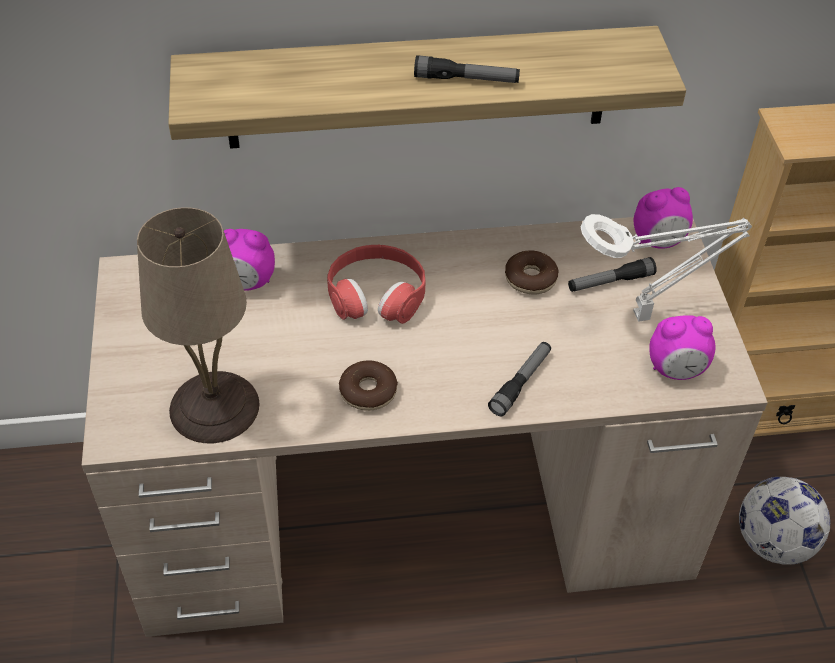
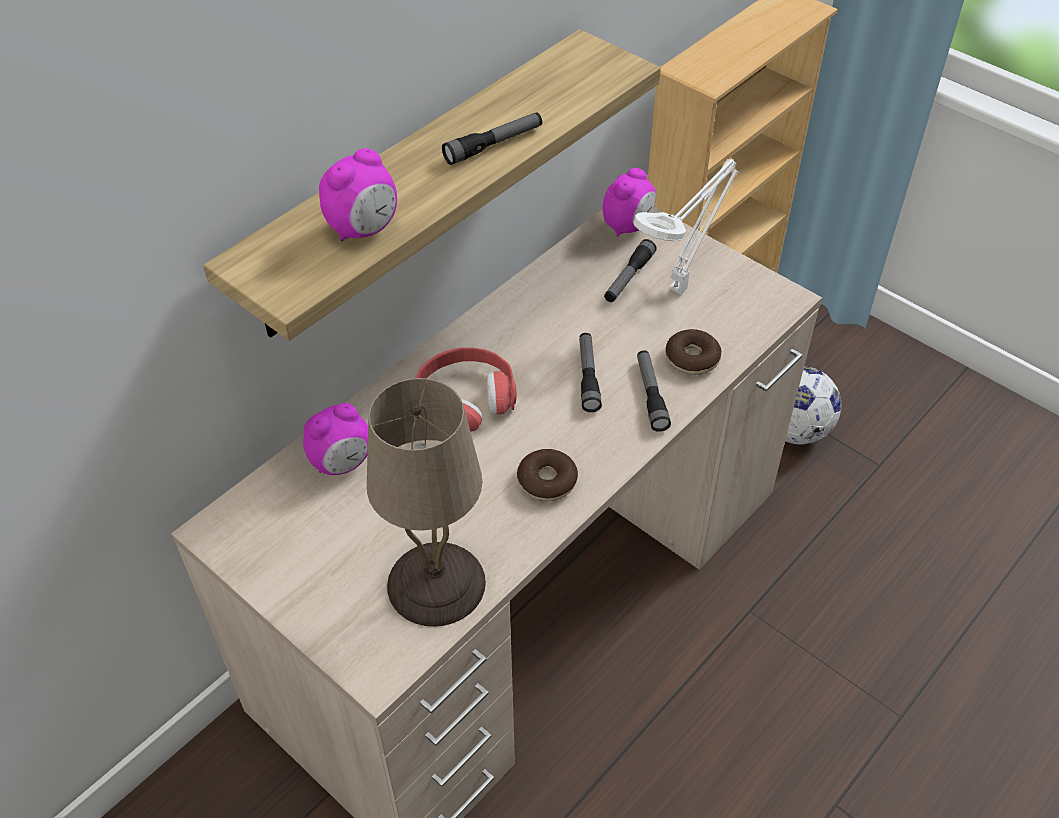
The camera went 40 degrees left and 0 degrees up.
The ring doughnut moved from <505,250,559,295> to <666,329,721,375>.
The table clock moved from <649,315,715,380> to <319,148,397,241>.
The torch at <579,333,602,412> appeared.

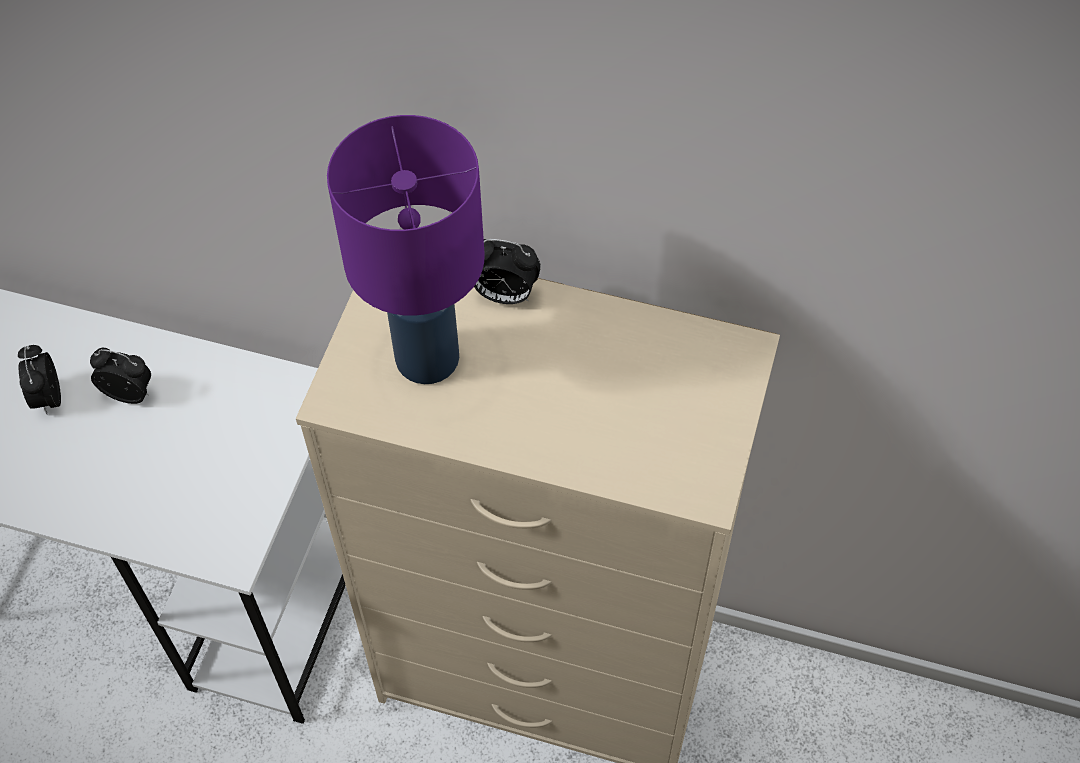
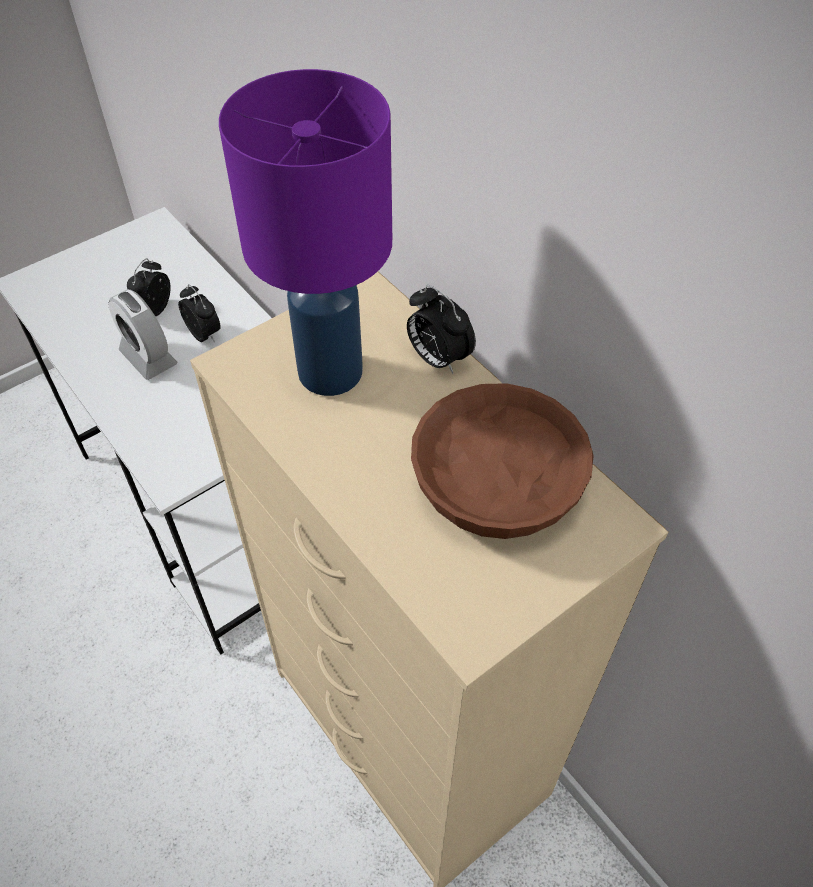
The camera went 35 degrees right and 5 degrees down.
The table clock at <108,289,177,380> appeared.
The deep dish/brown-coloured at <411,383,594,539> appeared.

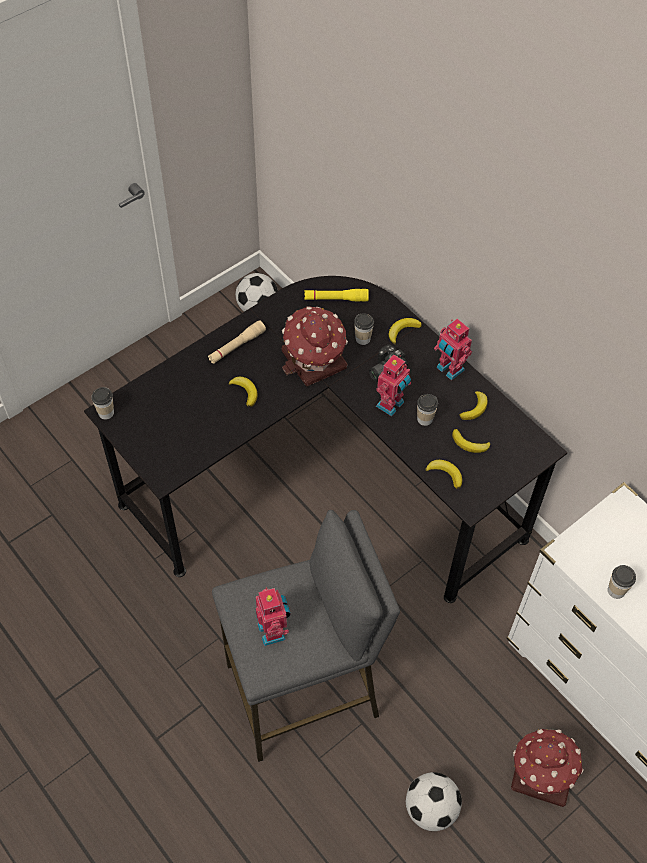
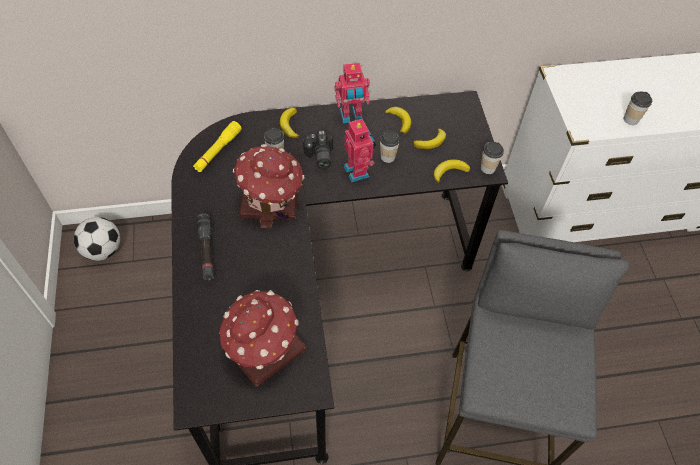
The camera went 60 degrees left and 0 degrees up.
The cup moved from <91,387,114,419> to <481,142,504,174>.
The torch/sand-coloured at <208,320,266,364> became the torch/blackish at <196,213,214,281>.
The banana at <229,377,257,407> disappeared.
The model robot at <256,587,291,646> disappeared.
The football ball at <406,772,462,831> disappeared.
The toy house moved from <511,729,584,807> to <219,290,306,387>.

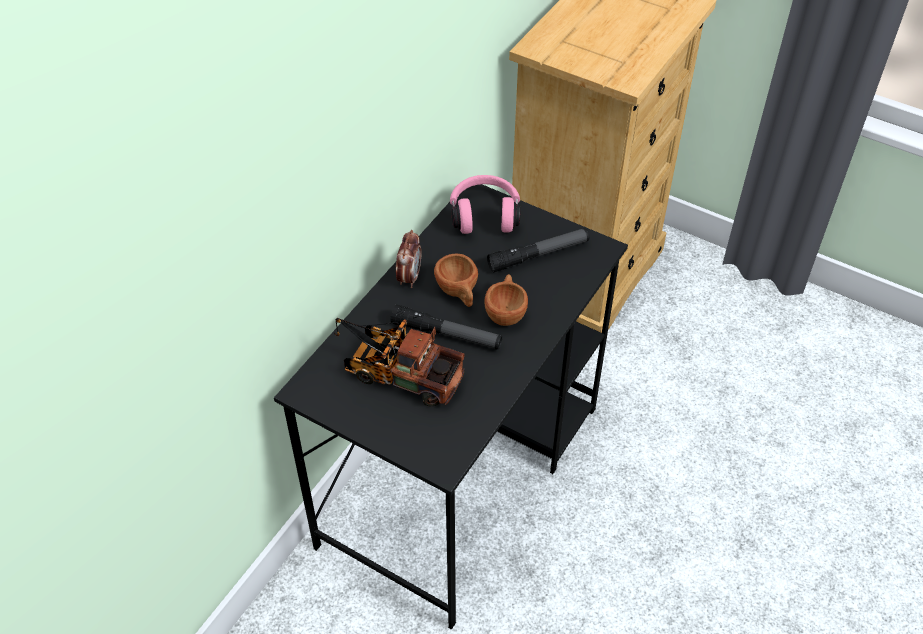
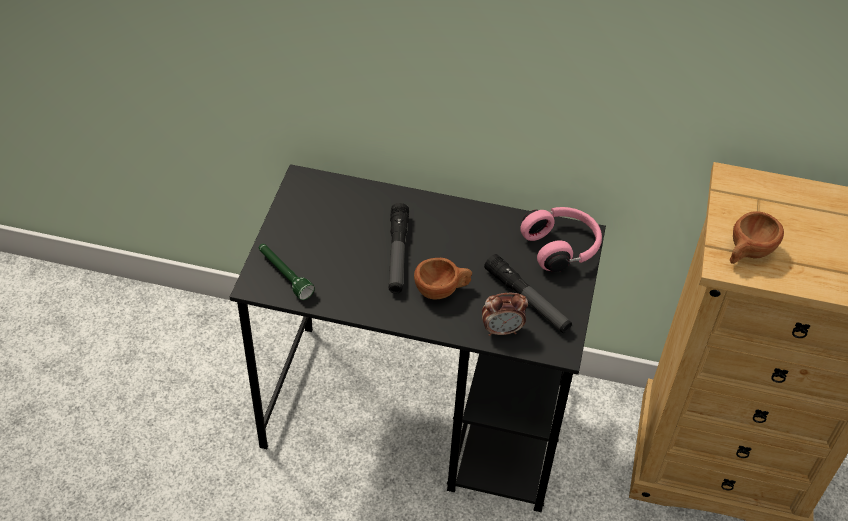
The camera went 70 degrees right and 0 degrees up.
The model truck at <334,318,465,406> disappeared.
The table clock moved from <396,230,422,288> to <482,293,528,336>.
The cup/brown-coloured moved from <434,254,478,307> to <730,211,784,264>.
The torch/green at <259,244,315,300> appeared.

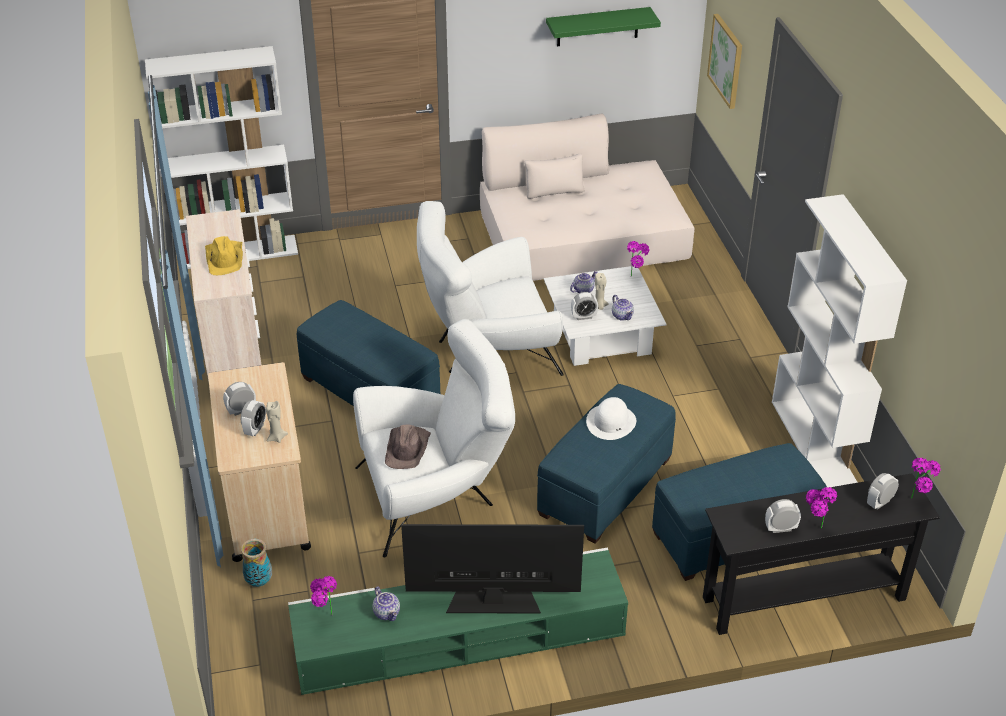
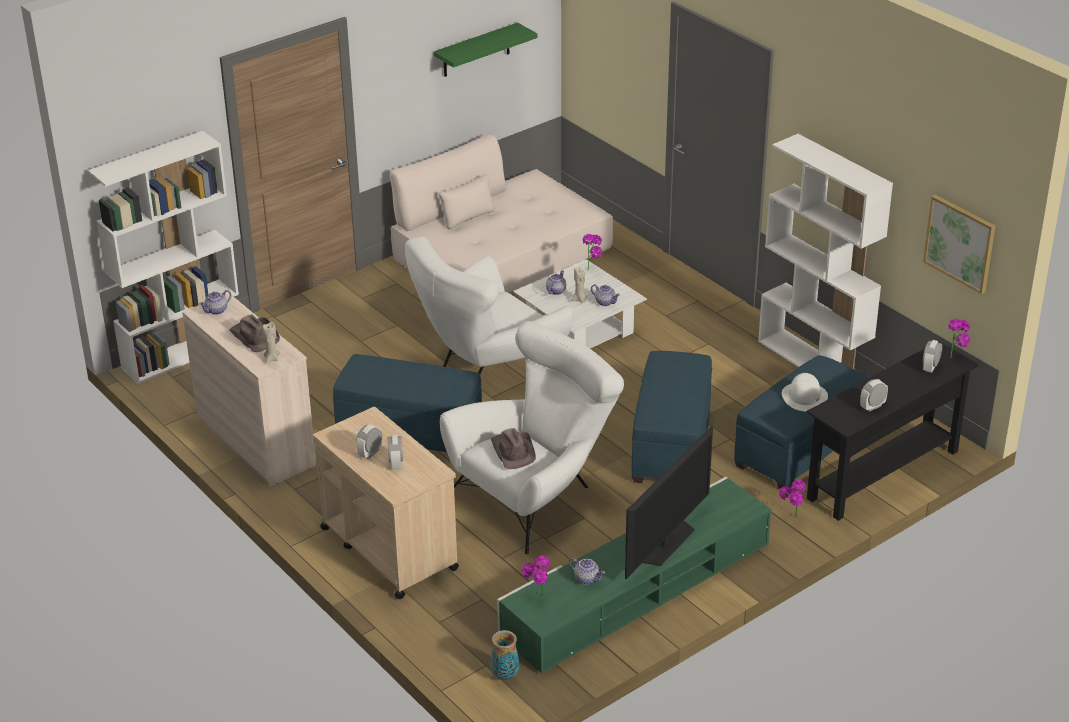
The camera went 25 degrees left and 5 degrees down.
The wearable hat/yellowish at <205,236,243,275> became the wearable hat/brown-coloured at <229,314,280,352>.
The vase moved from <241,539,272,587> to <490,630,519,680>.
The candle/sand-coloured moved from <266,401,288,443> to <263,322,280,363>.
The TV set at <401,524,584,613> turned 150 degrees clockwise.
The table clock at <571,292,598,320> disappeared.
The wearable hat/white moved from <586,397,636,440> to <782,373,828,411>.
The wall picture moved from <707,14,742,109> to <923,195,995,294>.
The houseplant moved from <806,487,837,529> to <779,480,806,517>.
The tea pot at <199,290,231,315> appeared.

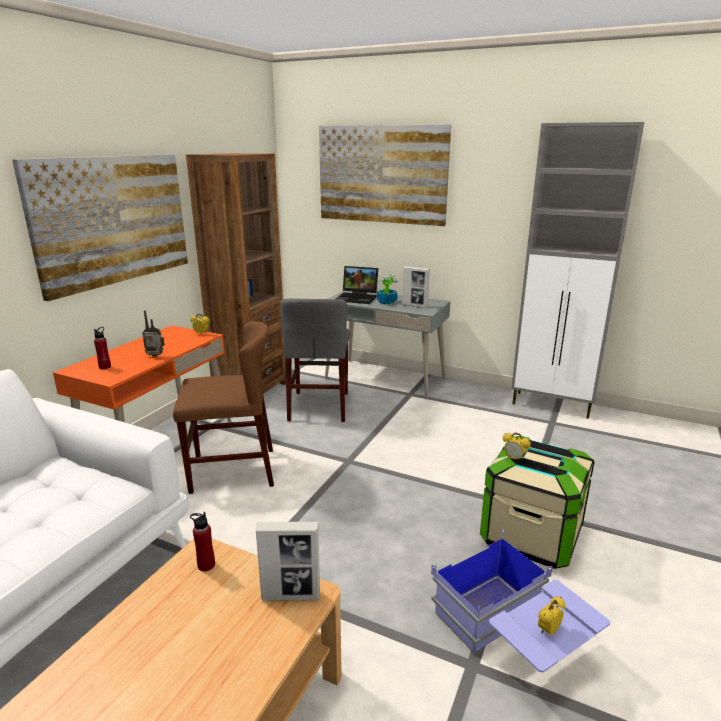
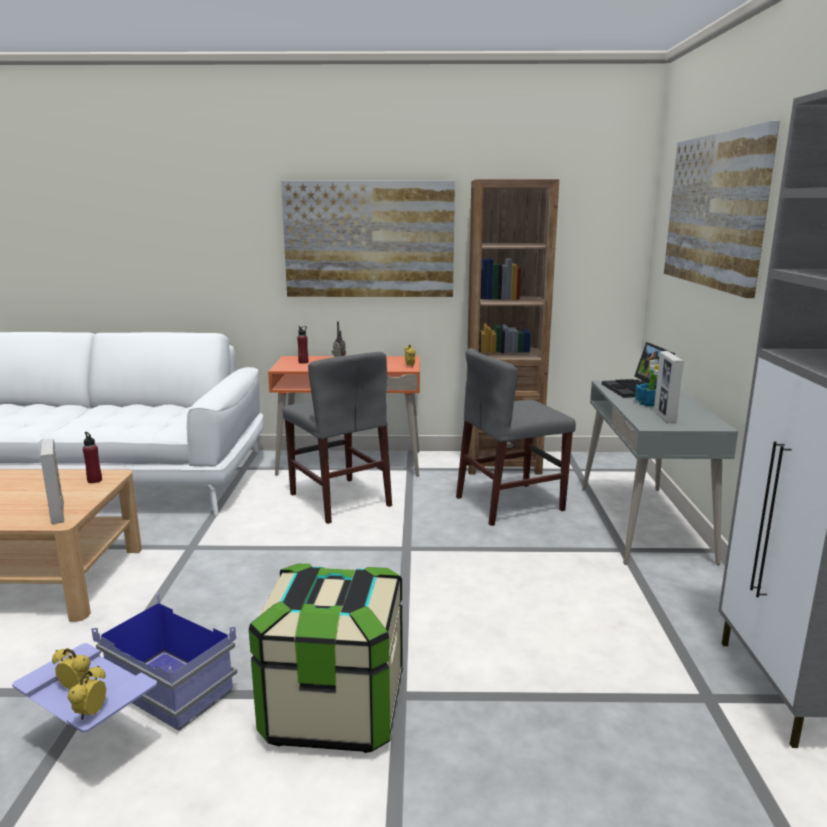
The camera went 65 degrees right and 5 degrees down.
The upright chair/brown-coloured at <173,321,274,494> became the upright chair/grey at <283,352,392,524>.
The table clock moved from <503,433,531,462> to <68,666,106,720>.

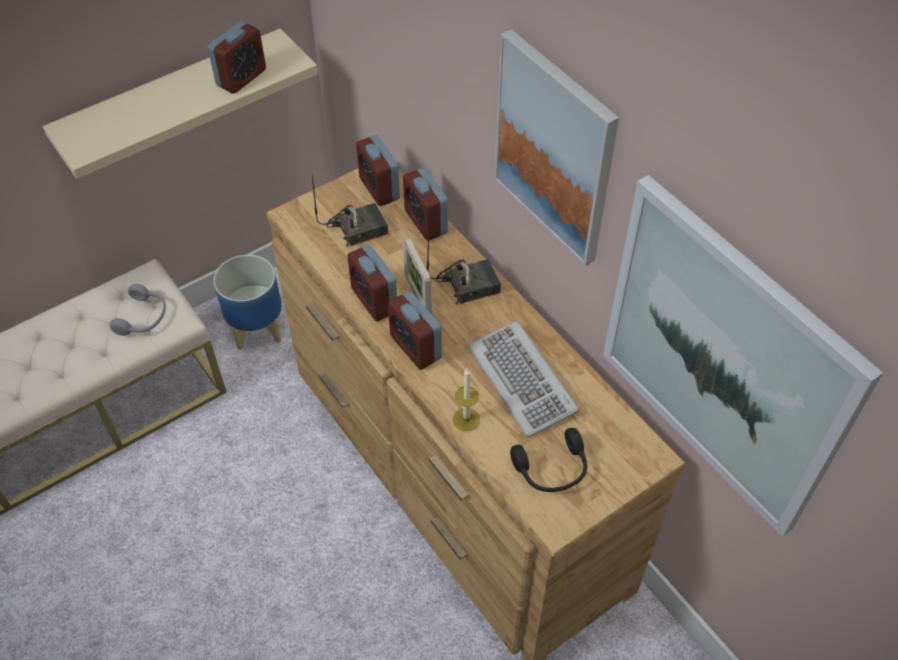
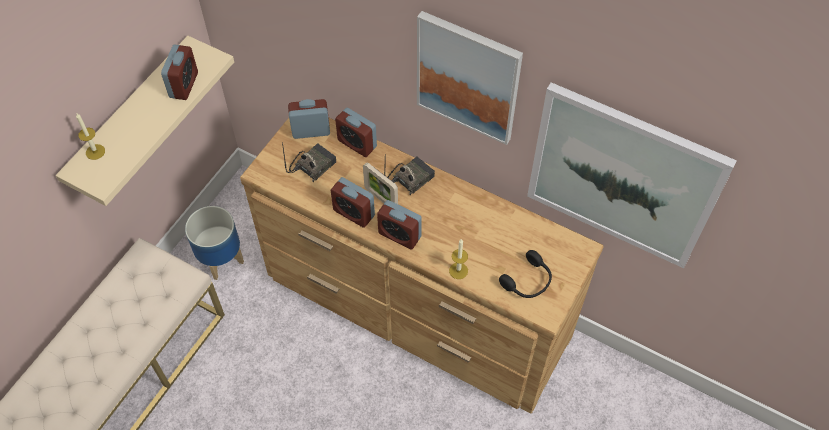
The camera went 25 degrees left and 5 degrees up.
The headphones/grey at <110,284,166,336> disappeared.
The table clock at <356,135,400,206> turned 135 degrees clockwise.
The PC keyboard at <469,321,579,437> disappeared.
The candle at <76,114,105,160> appeared.

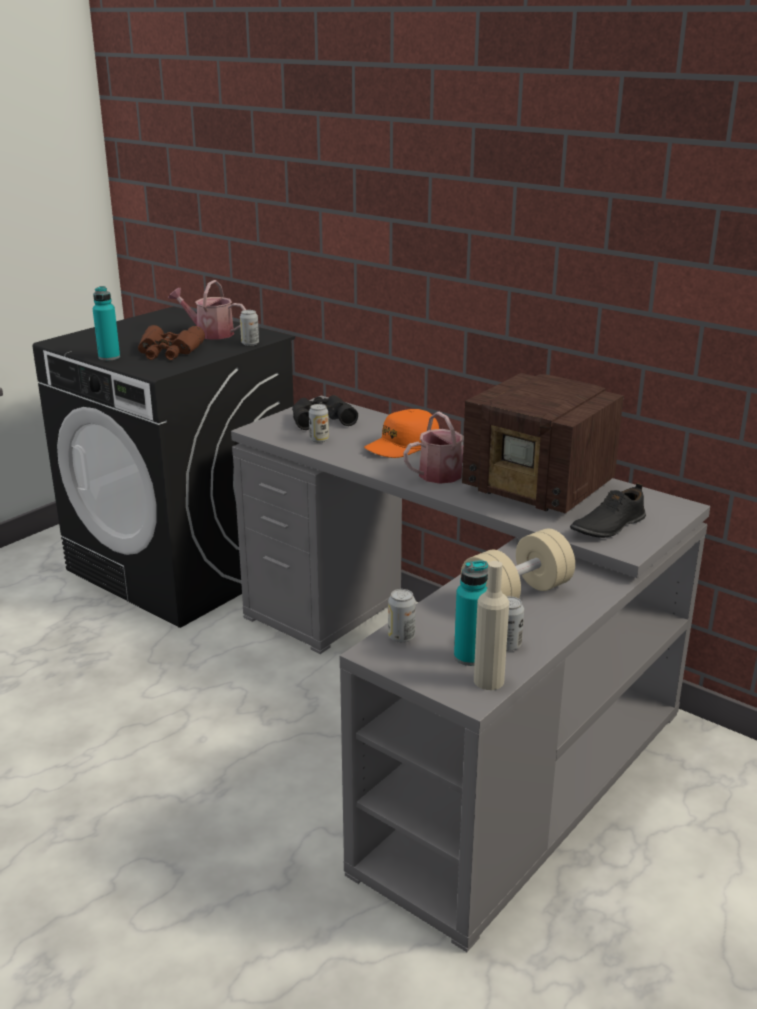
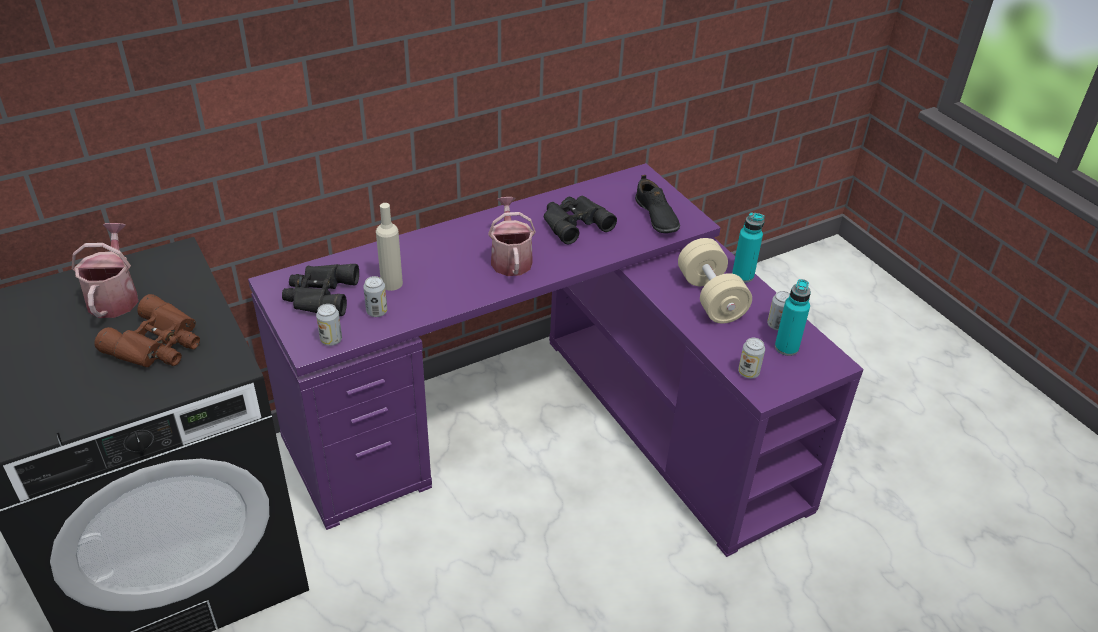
The camera went 70 degrees left and 15 degrees up.
The drink bottle/turquoise moved from <93,286,120,361> to <732,212,765,283>.
The watering can at <168,280,246,339> turned 135 degrees clockwise.
The desk table/grey at <231,395,710,952> became the desk table/purple-coloured at <248,163,863,557>.
The sealed can moved from <240,310,259,346> to <316,304,342,346>.
The peaked cap/orange at <364,409,439,458> disappeared.
The radio at <462,373,624,513> was replaced by the field glasses/blackish at <543,196,617,245>.
The drink bottle/sand-coloured moved from <474,561,509,690> to <376,203,403,291>.

